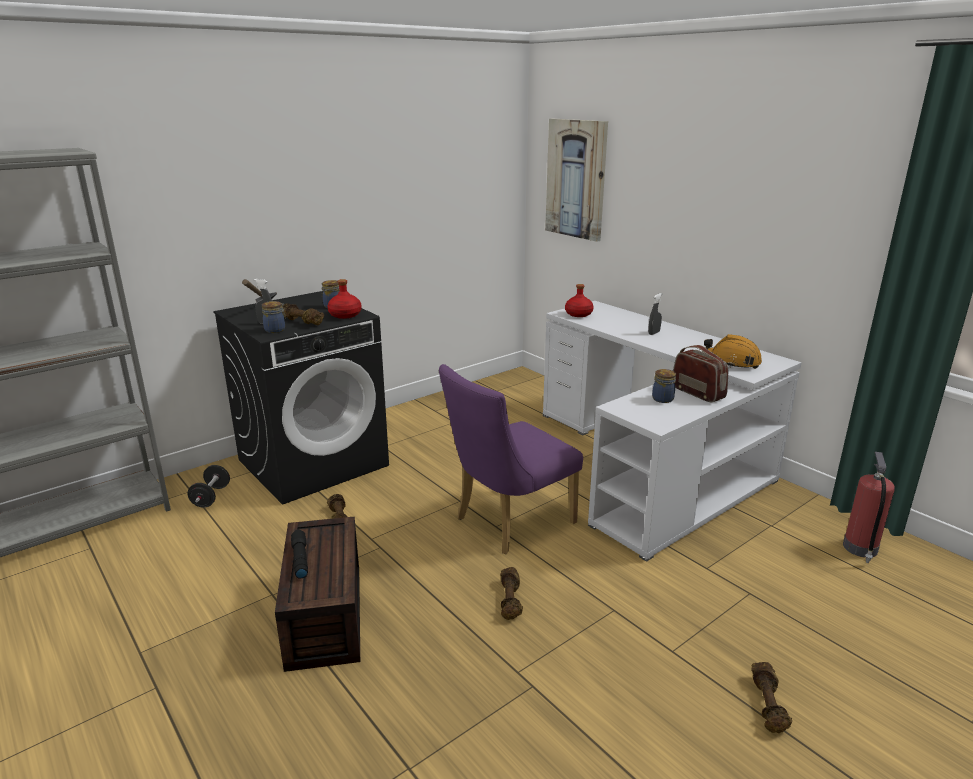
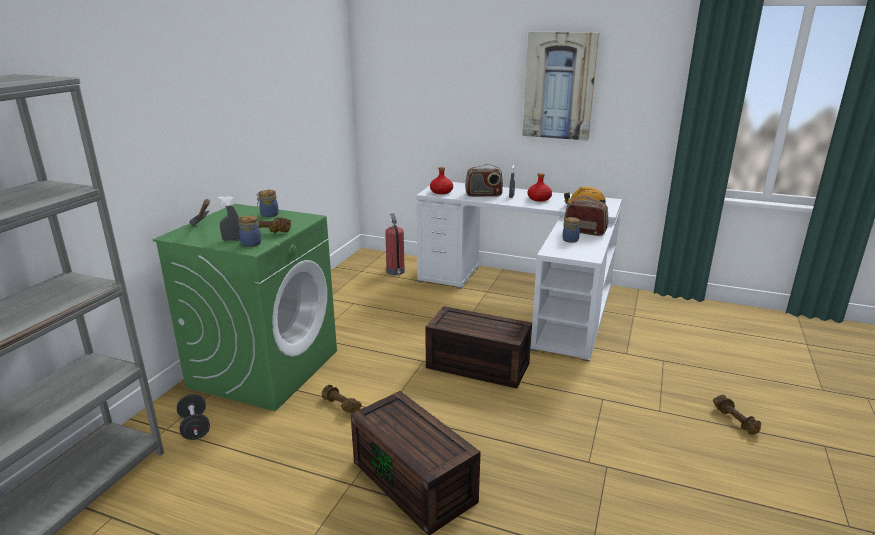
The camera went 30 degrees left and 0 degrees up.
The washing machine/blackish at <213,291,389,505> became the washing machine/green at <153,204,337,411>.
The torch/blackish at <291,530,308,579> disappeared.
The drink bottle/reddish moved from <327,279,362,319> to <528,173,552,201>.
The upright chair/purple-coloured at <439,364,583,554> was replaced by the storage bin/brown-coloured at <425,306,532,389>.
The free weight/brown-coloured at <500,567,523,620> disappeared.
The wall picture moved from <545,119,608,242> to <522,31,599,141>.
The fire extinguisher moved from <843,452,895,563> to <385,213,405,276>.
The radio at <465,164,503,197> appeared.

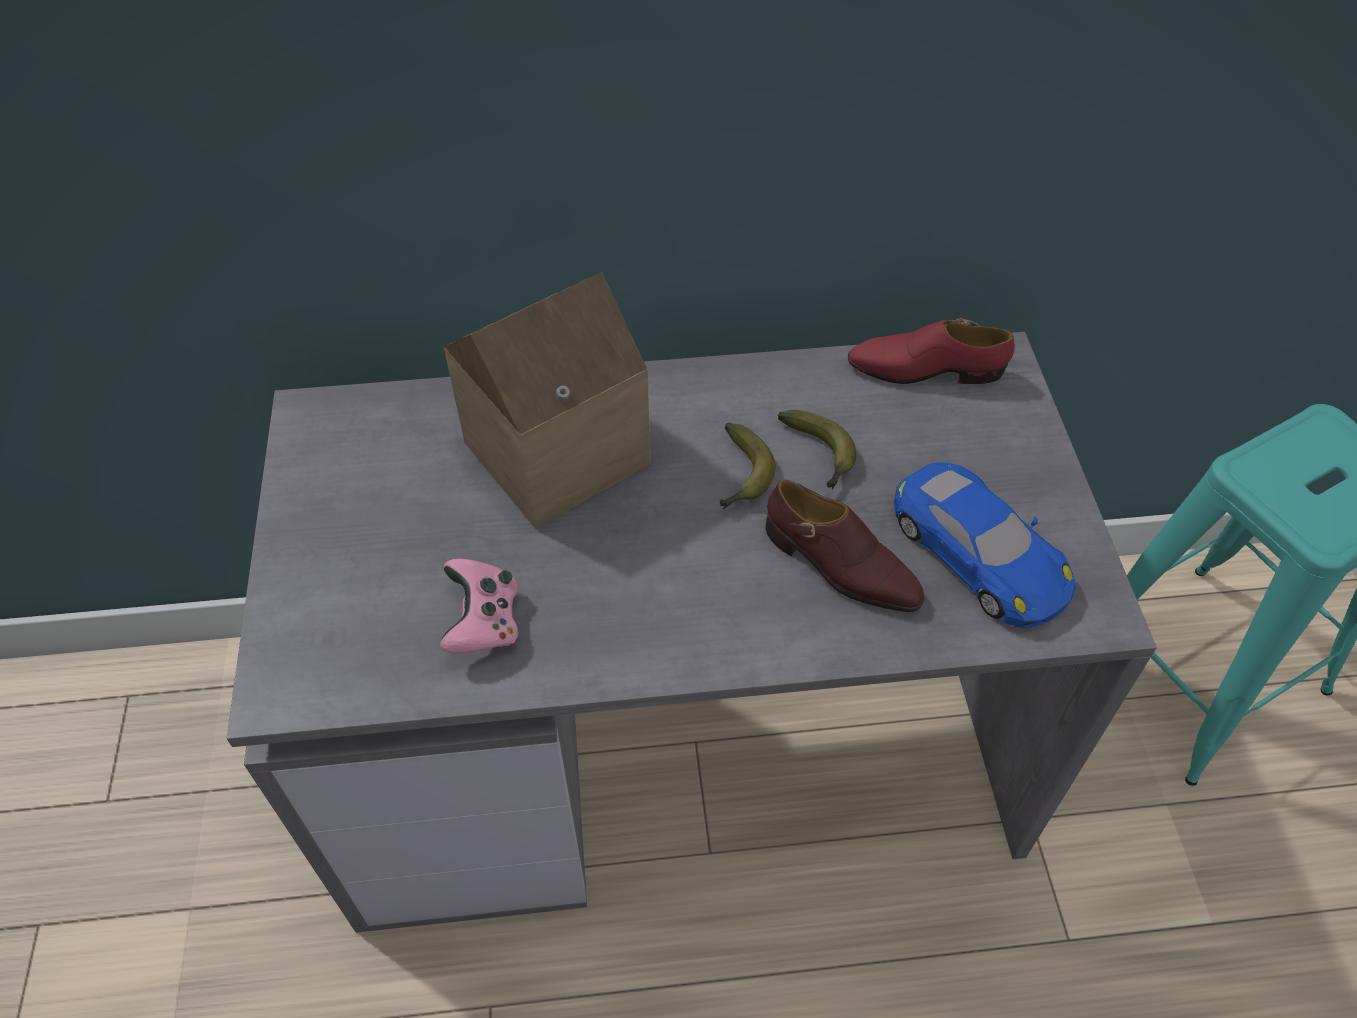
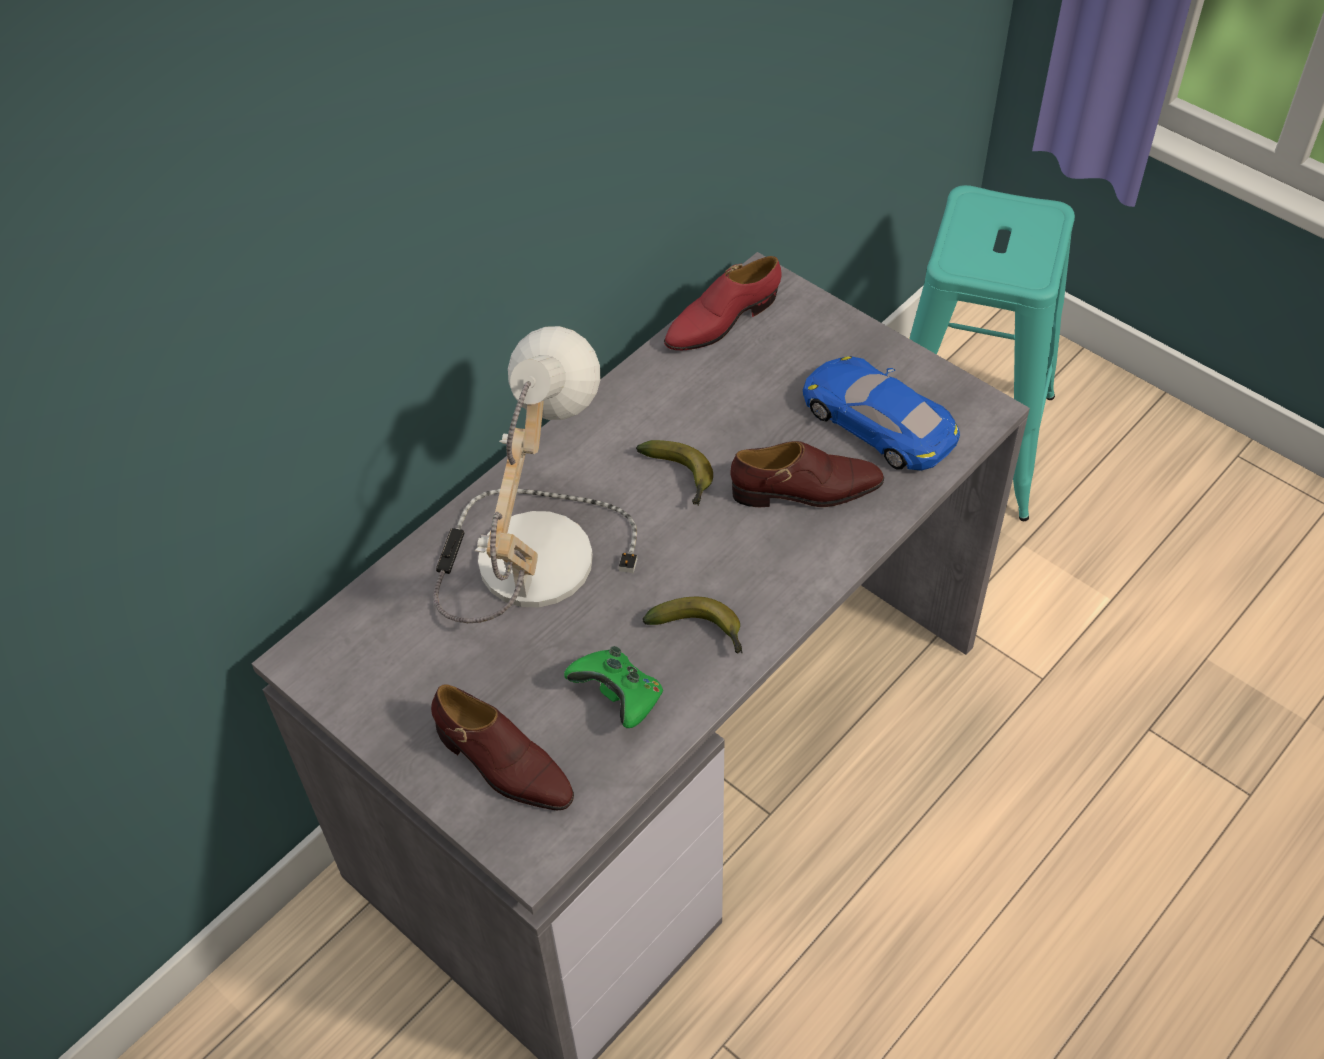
The camera went 40 degrees left and 0 degrees up.
The game controller/pink-coloured at <440,559,518,654> became the game controller/green at <564,646,663,728>.
The toy house at <444,272,651,529> was replaced by the tabletop lamp at <433,326,637,623>.
The banana moved from <778,410,857,490> to <643,597,743,654>.
The toy car/blue-coloured at <894,462,1076,628> turned 150 degrees counterclockwise.
The item of footwear/brown-coloured at <431,684,574,811> appeared.

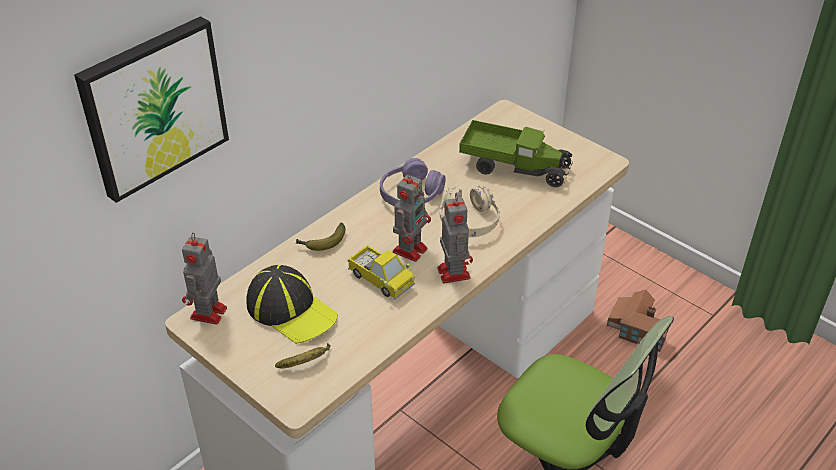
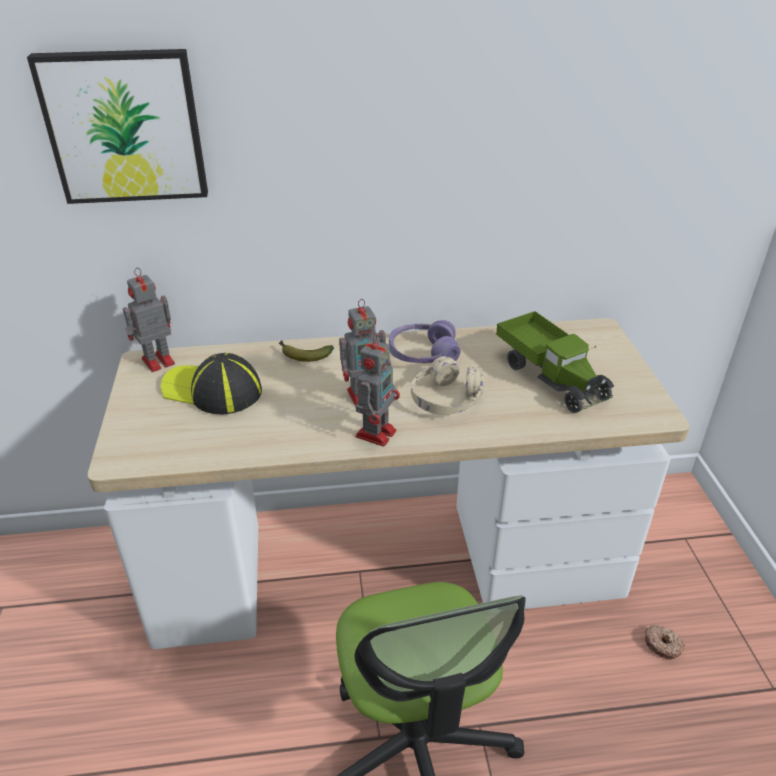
The camera went 40 degrees right and 5 degrees down.
The peaked cap at <246,265,338,344> turned 120 degrees clockwise.
The banana at <275,343,330,369> disappeared.
The model truck at <348,245,415,299> disappeared.
The toy house at <607,290,670,352> was replaced by the ring doughnut at <645,625,685,659>.

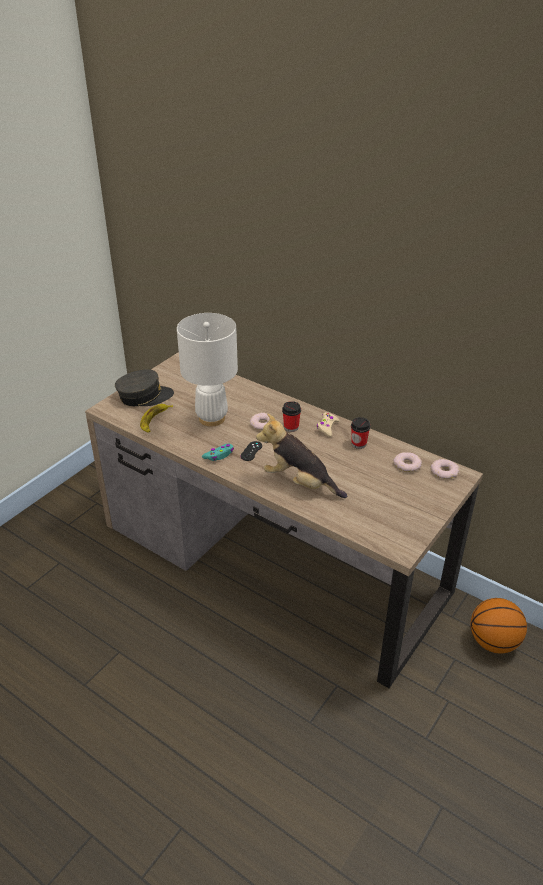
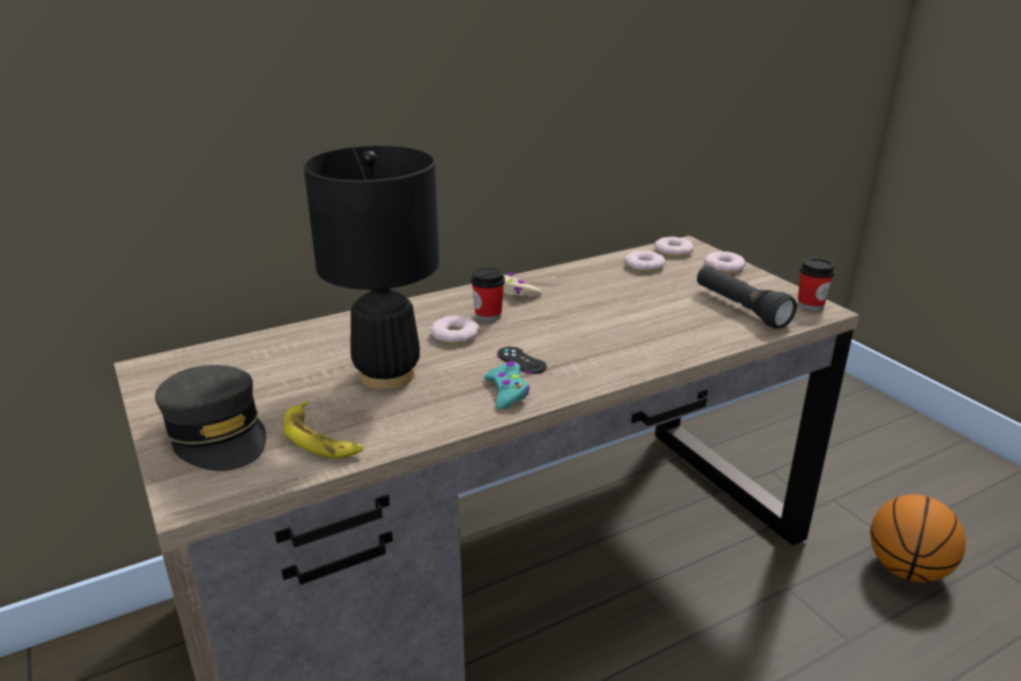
The camera went 65 degrees left and 10 degrees down.
The peaked cap/grey at <115,369,174,406> turned 135 degrees clockwise.
The tabletop lamp/white at <177,313,238,427> became the tabletop lamp/blackish at <304,146,439,390>.
The soft toy at <256,413,347,498> disappeared.
The cup moved from <351,417,371,449> to <798,258,835,311>.
The basketball moved from <471,598,527,653> to <870,494,966,582>.
The torch/blackish at <697,266,797,329> appeared.
The ring doughnut at <704,252,746,273> appeared.

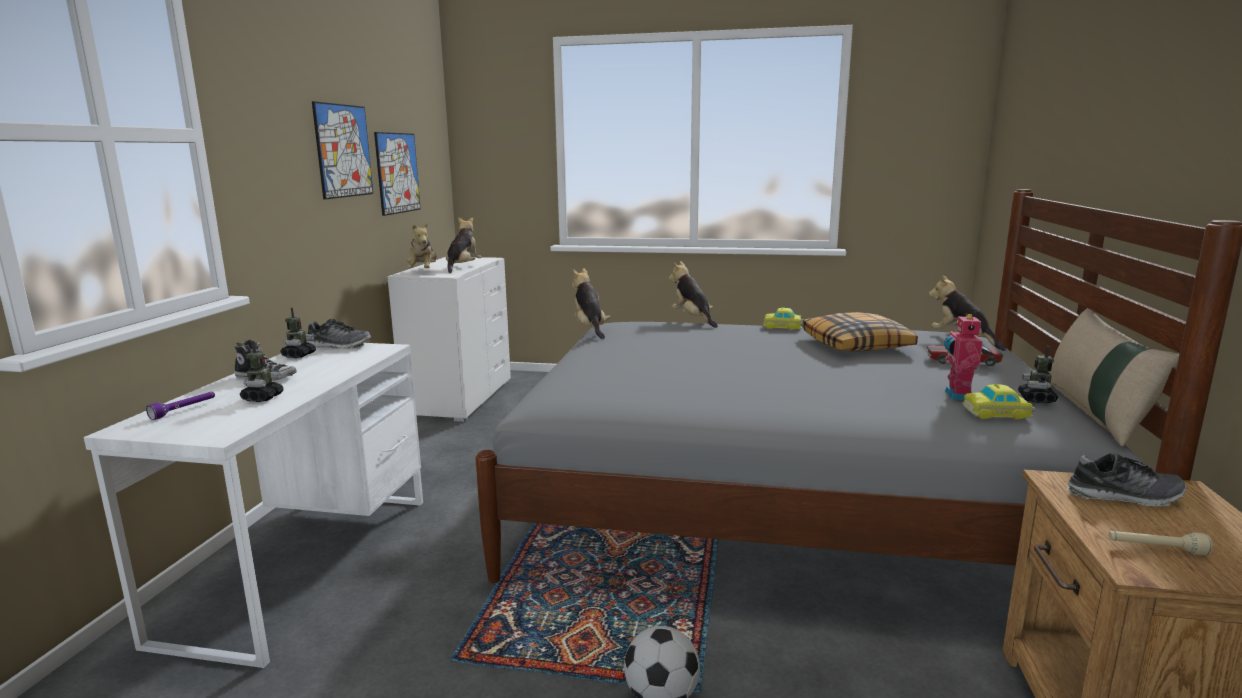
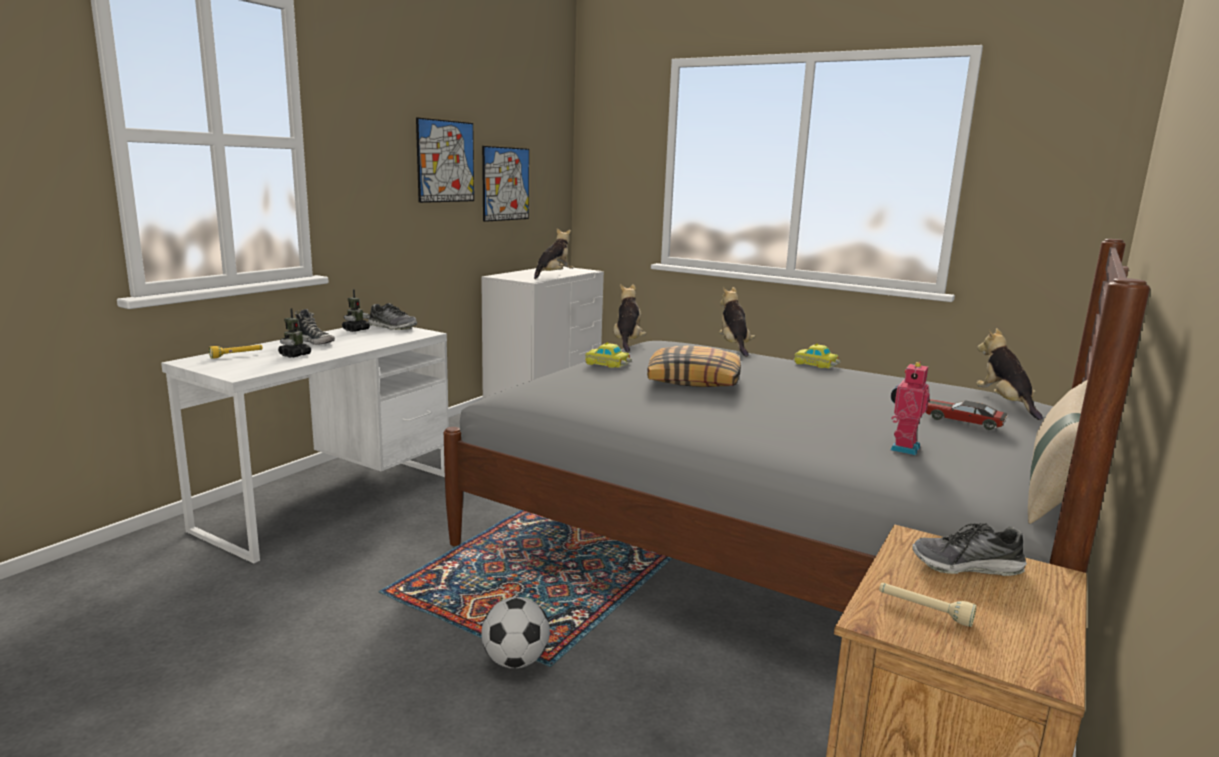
The camera went 20 degrees right and 0 degrees up.
The torch/purple-coloured at <146,392,215,420> became the torch/yellowish at <209,345,263,359>.
The soft toy at <407,222,437,268> disappeared.
The throw pillow moved from <803,312,918,352> to <647,346,741,387>.
The toy car moved from <963,383,1035,419> to <585,342,632,368>.
The model robot at <1018,346,1058,403> disappeared.
The item of footwear at <1067,453,1187,507> turned 150 degrees clockwise.

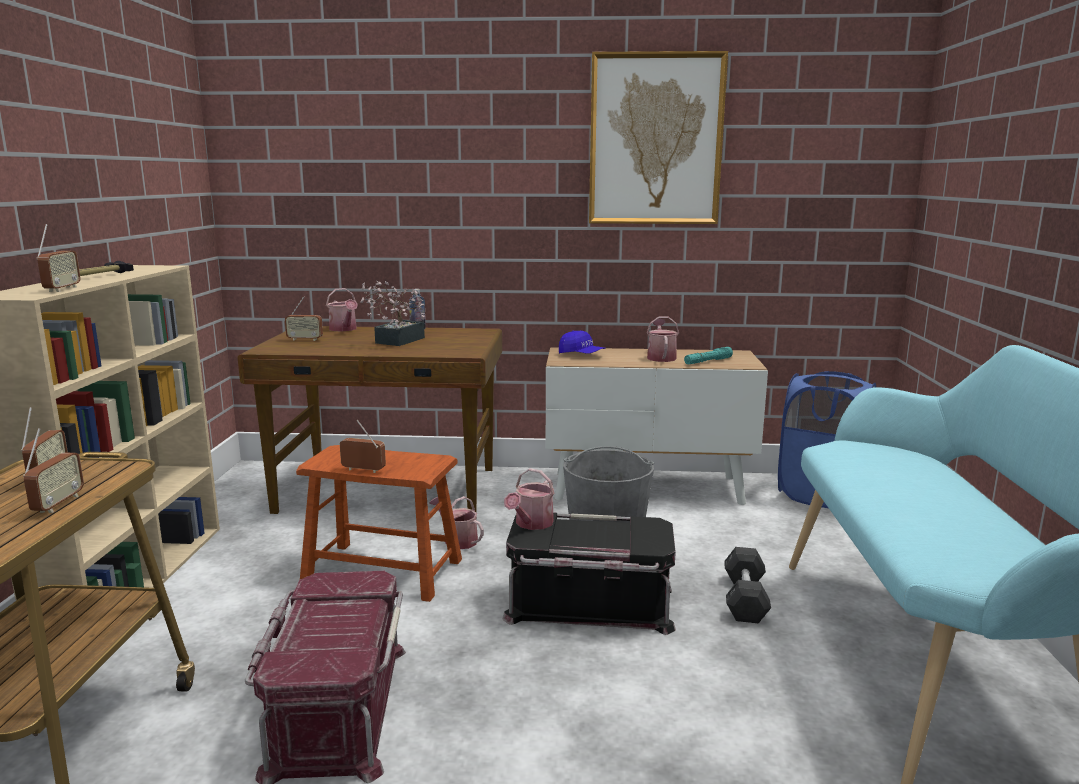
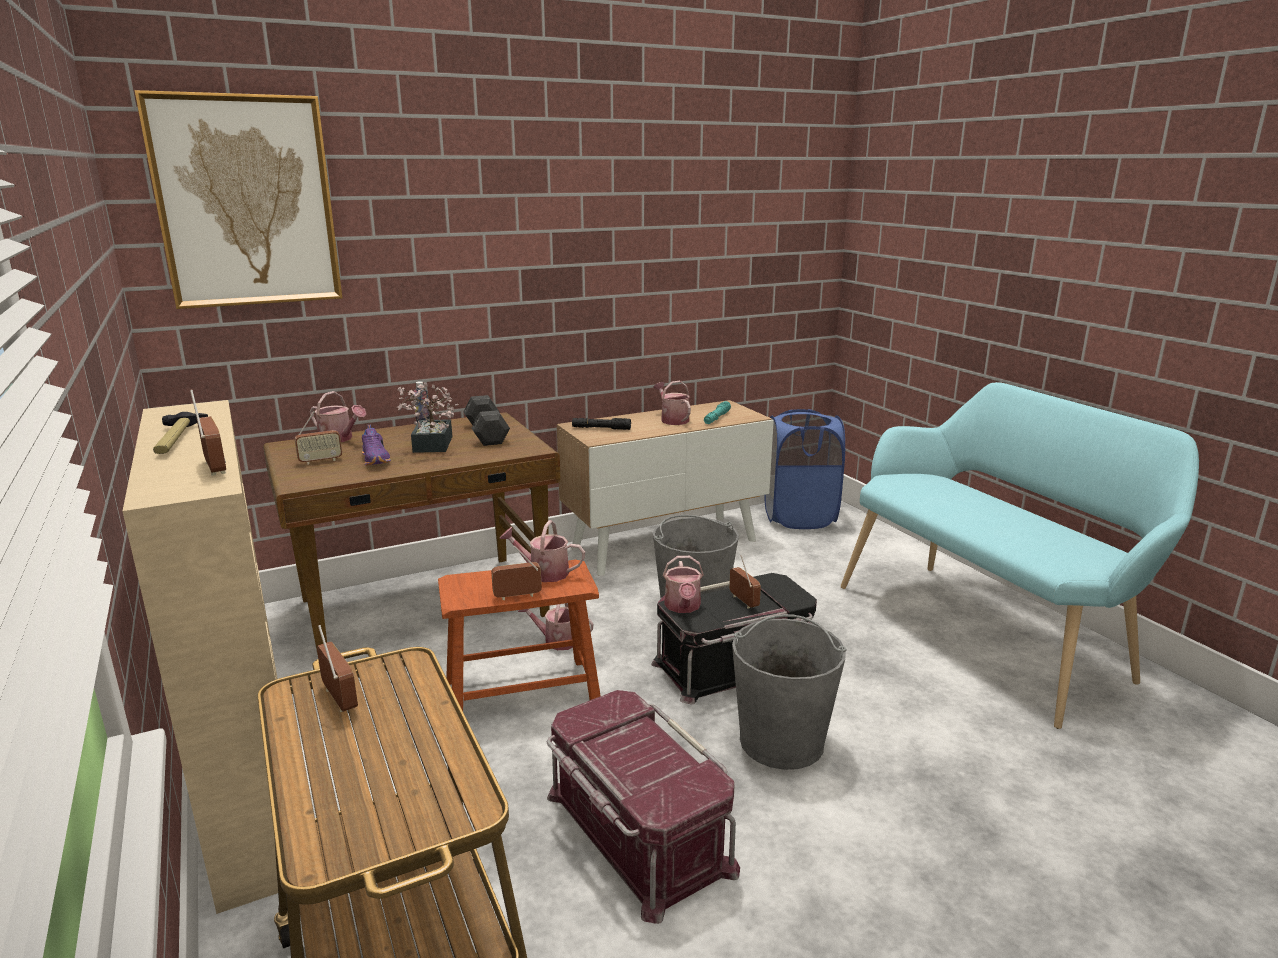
The camera went 30 degrees left and 5 degrees up.
The radio moved from <23,428,84,513> to <729,555,761,608>.
The peaked cap/blue-coloured at <559,331,605,354> was replaced by the torch/blackish at <572,418,631,430>.
The wall picture moved from <589,51,728,224> to <134,90,342,309>.
The free weight/grey moved from <724,547,771,623> to <463,395,510,446>.
The item of footwear/purple-coloured at <362,425,391,465> appeared.
The watering can at <499,520,585,582> appeared.
The water bucket/grey at <732,614,847,770> appeared.

